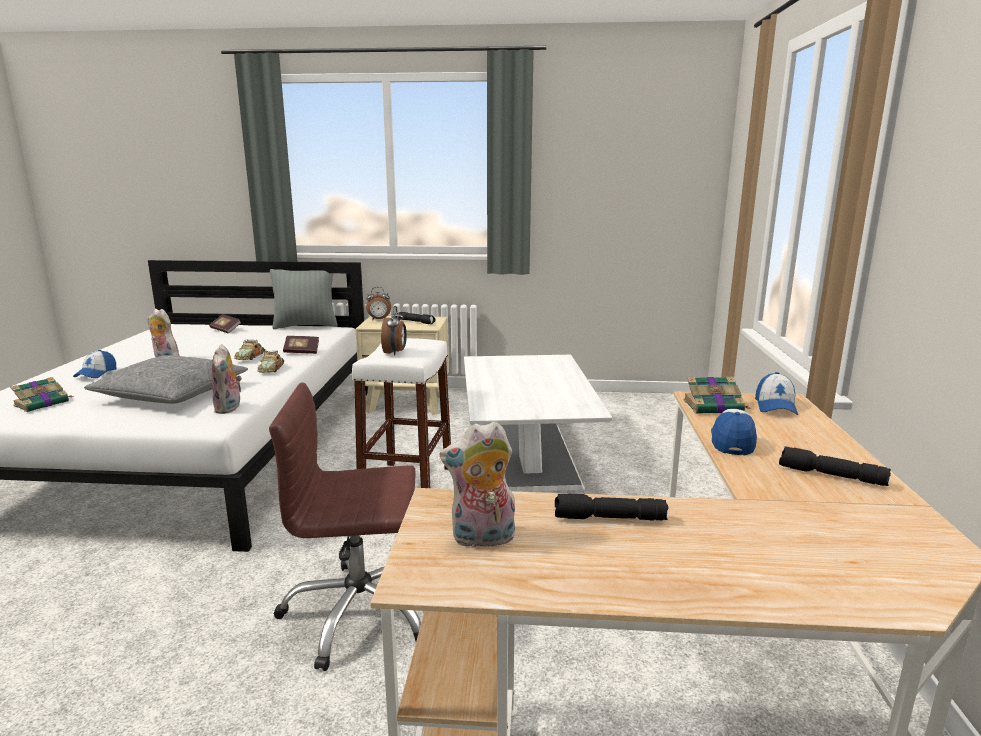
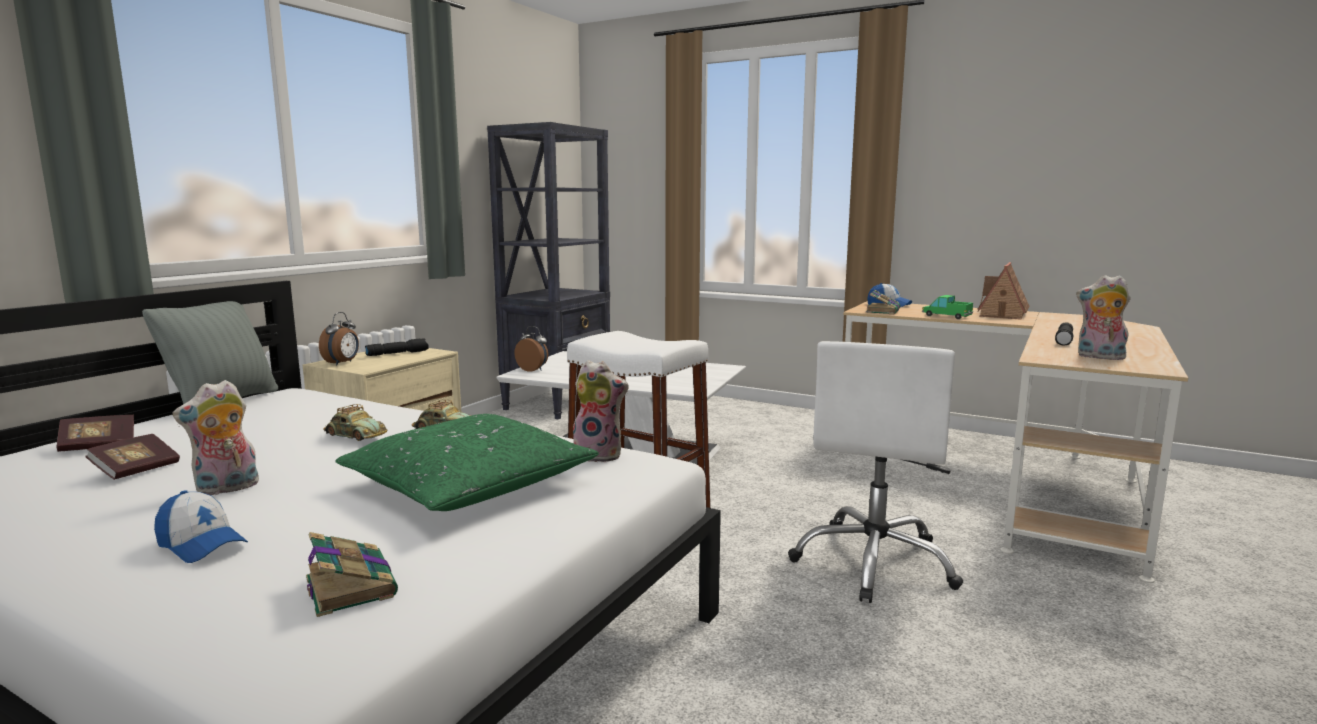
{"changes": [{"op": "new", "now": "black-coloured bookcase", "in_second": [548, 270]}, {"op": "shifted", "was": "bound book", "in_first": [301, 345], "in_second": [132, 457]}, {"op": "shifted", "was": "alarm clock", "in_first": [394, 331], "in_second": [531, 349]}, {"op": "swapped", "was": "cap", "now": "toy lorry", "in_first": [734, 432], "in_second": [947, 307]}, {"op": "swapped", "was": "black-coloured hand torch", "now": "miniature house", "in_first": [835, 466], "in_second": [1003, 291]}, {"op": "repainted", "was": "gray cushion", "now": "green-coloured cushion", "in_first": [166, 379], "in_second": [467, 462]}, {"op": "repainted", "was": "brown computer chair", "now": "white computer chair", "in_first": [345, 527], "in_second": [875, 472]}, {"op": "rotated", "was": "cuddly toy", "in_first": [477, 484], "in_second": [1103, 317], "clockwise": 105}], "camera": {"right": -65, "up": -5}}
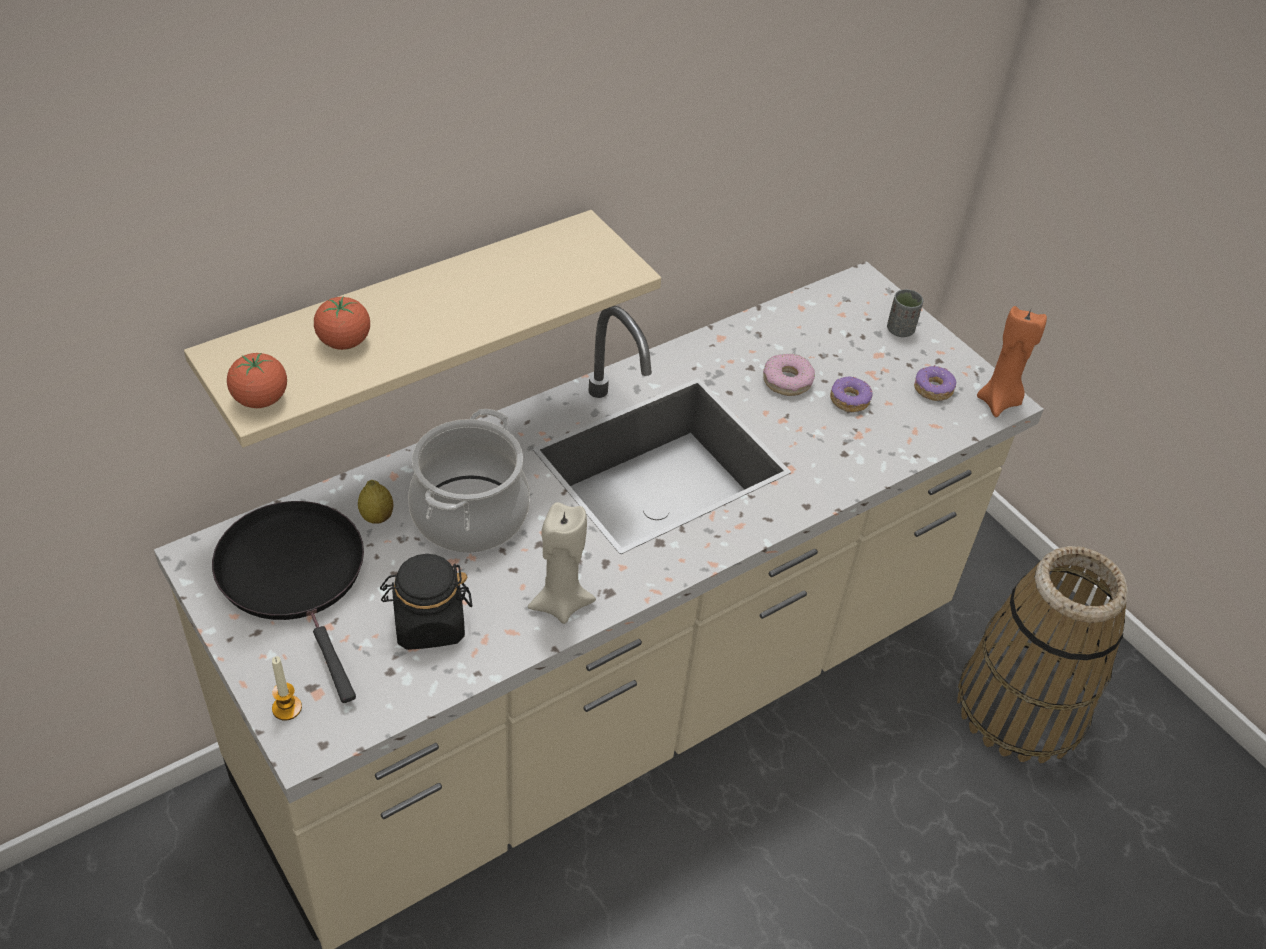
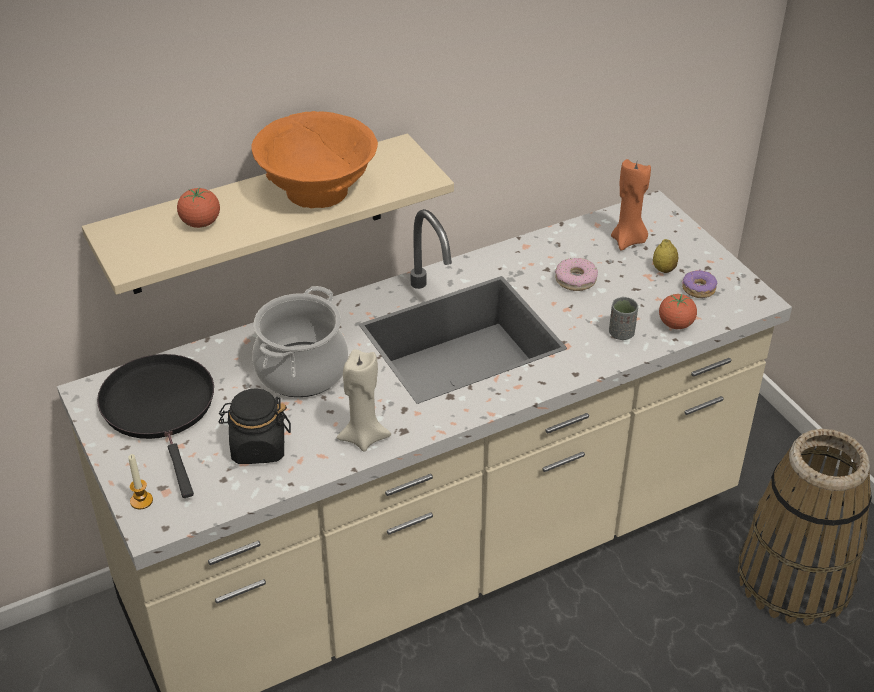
{"changes": [{"op": "gone", "was": "doughnut", "in_first": [851, 394]}, {"op": "new", "now": "orangey bowl", "in_second": [314, 159]}, {"op": "shifted", "was": "whole tomato", "in_first": [257, 380], "in_second": [678, 311]}, {"op": "shifted", "was": "citrus fruit", "in_first": [375, 502], "in_second": [665, 256]}, {"op": "shifted", "was": "gray small cup", "in_first": [905, 313], "in_second": [623, 318]}, {"op": "shifted", "was": "orangey wax light", "in_first": [1012, 361], "in_second": [631, 205]}], "camera": {"right": 10, "up": -5}}
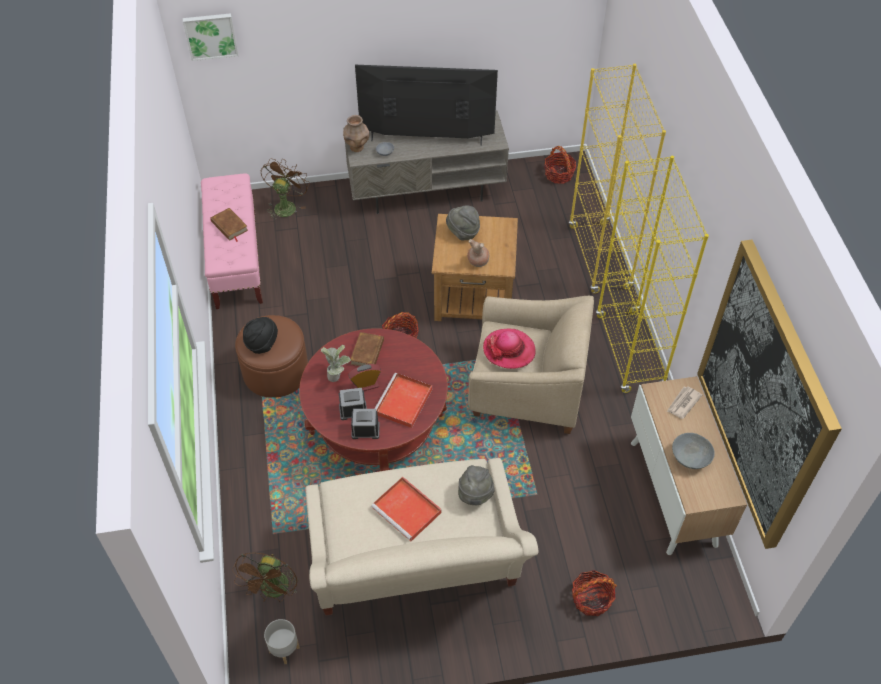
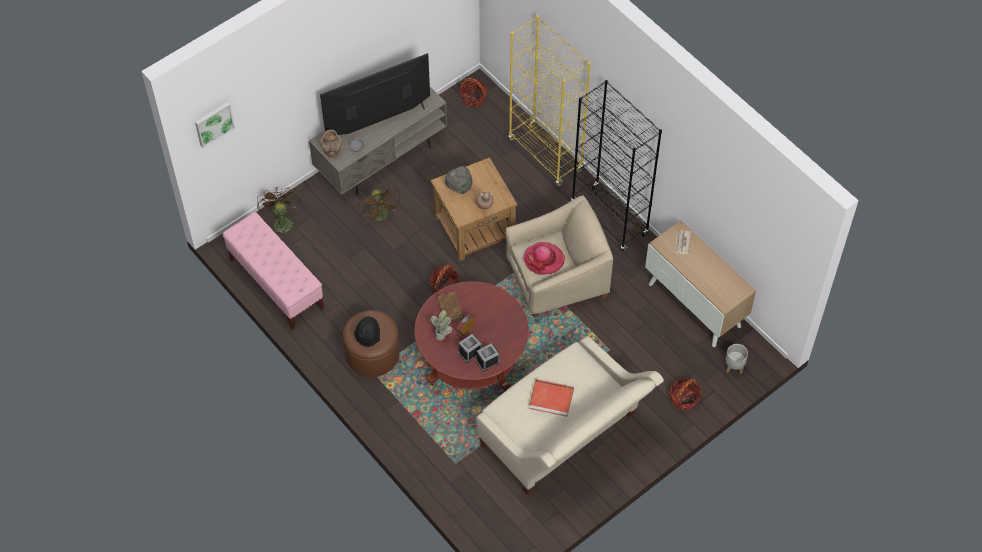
{"changes": [{"op": "gone", "was": "brown bound book", "in_first": [229, 225]}, {"op": "gone", "was": "red serving tray", "in_first": [403, 400]}, {"op": "gone", "was": "gray clothing hat", "in_first": [476, 485]}, {"op": "gone", "was": "gray bowl", "in_first": [693, 451]}, {"op": "gone", "was": "wall picture", "in_first": [769, 394]}, {"op": "shifted", "was": "brown cooling fan", "in_first": [265, 577], "in_second": [379, 204]}, {"op": "shifted", "was": "gray plant pot", "in_first": [282, 641], "in_second": [736, 359]}, {"op": "repainted", "was": "yellow-coloured bookcase", "now": "black-coloured bookcase", "in_first": [652, 274], "in_second": [616, 165]}], "camera": {"right": -30, "up": 5}}
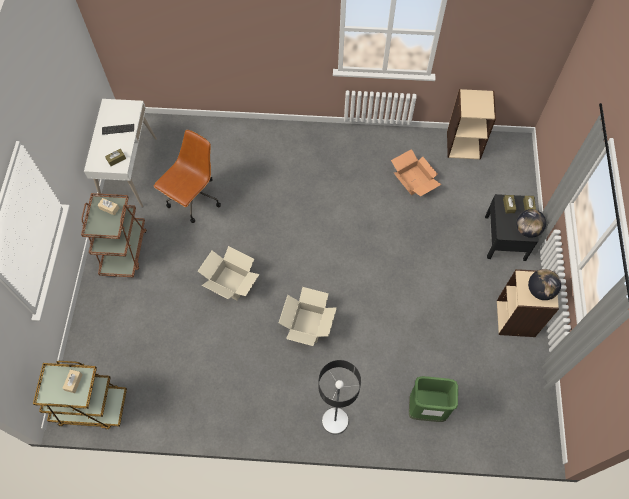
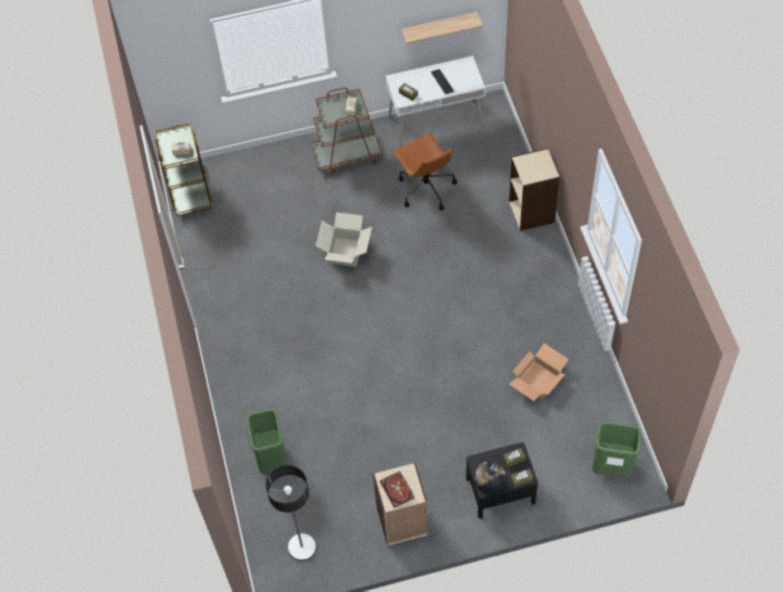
{"changes": [{"op": "gone", "was": "carton", "in_first": [308, 316]}, {"op": "new", "now": "wall shelf", "in_second": [442, 28]}, {"op": "new", "now": "green-coloured rubbish bin", "in_second": [617, 450]}, {"op": "shifted", "was": "floor lamp", "in_first": [339, 397], "in_second": [291, 513]}, {"op": "shifted", "was": "beige bookcase", "in_first": [471, 124], "in_second": [534, 189]}, {"op": "swapped", "was": "globe", "now": "bound book", "in_first": [544, 284], "in_second": [397, 489]}, {"op": "rotated", "was": "brown computer chair", "in_first": [187, 176], "in_second": [424, 171], "clockwise": 45}], "camera": {"right": 75, "up": -5}}
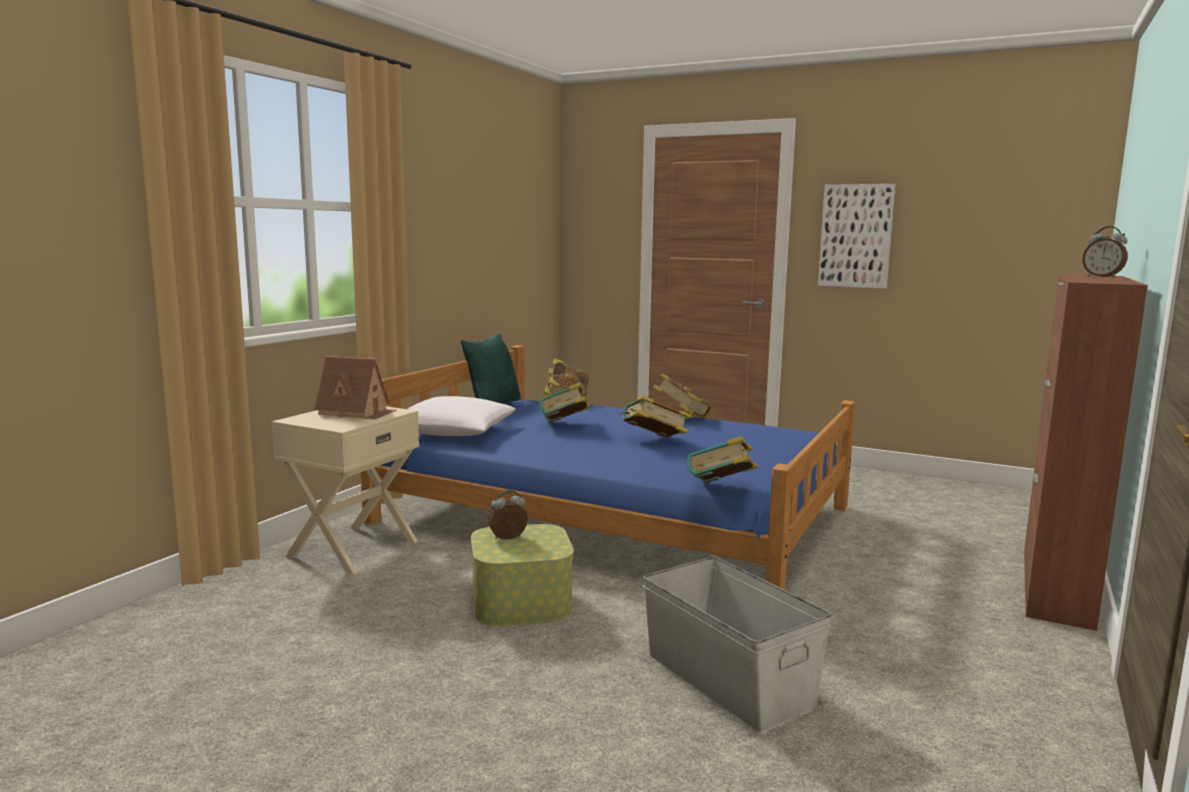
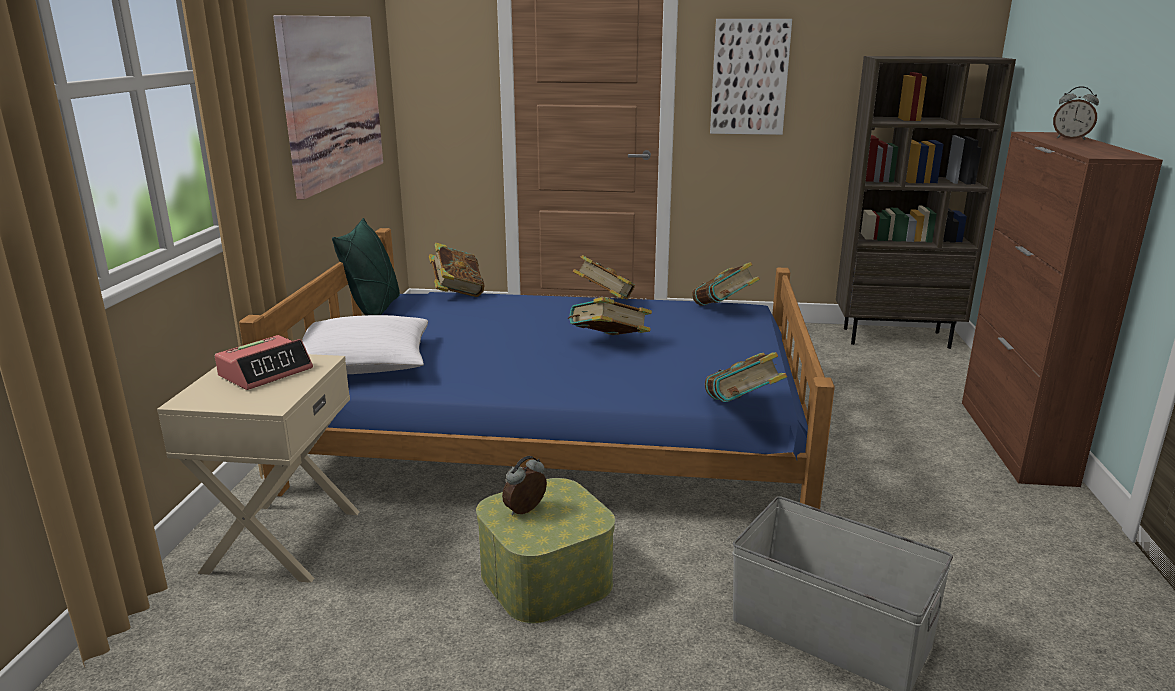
{"changes": [{"op": "new", "now": "wall picture", "in_second": [328, 107]}, {"op": "new", "now": "brown bookcase", "in_second": [926, 202]}, {"op": "shifted", "was": "bound book", "in_first": [564, 402], "in_second": [726, 284]}, {"op": "swapped", "was": "miniature house", "now": "alarm clock", "in_first": [355, 387], "in_second": [264, 362]}], "camera": {"right": -20, "up": 10}}
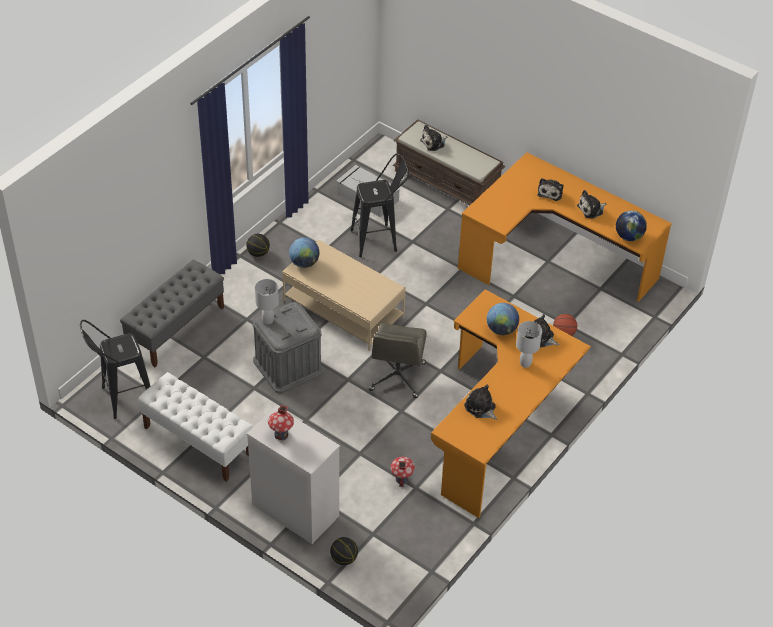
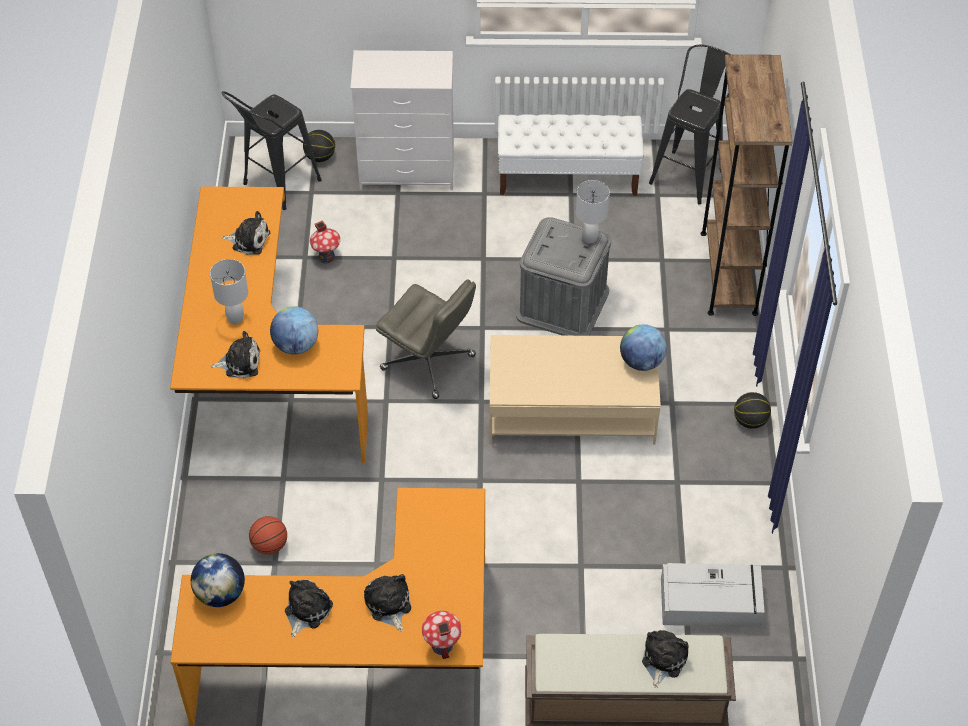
{"changes": [{"op": "shifted", "was": "miniature house", "in_first": [281, 423], "in_second": [442, 635]}, {"op": "shifted", "was": "black-coloured sitting stool", "in_first": [380, 205], "in_second": [271, 150]}, {"op": "swapped", "was": "gray bench", "now": "brown bookcase", "in_first": [172, 313], "in_second": [747, 185]}, {"op": "rotated", "was": "gray computer chair", "in_first": [398, 360], "in_second": [426, 339], "clockwise": 150}], "camera": {"right": 145, "up": 5}}
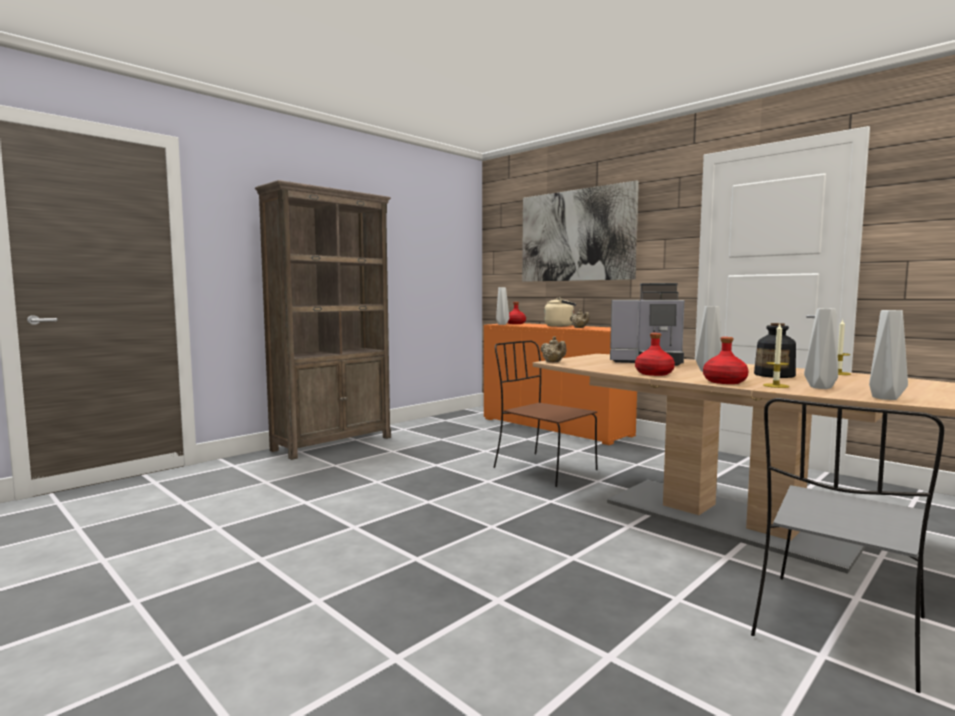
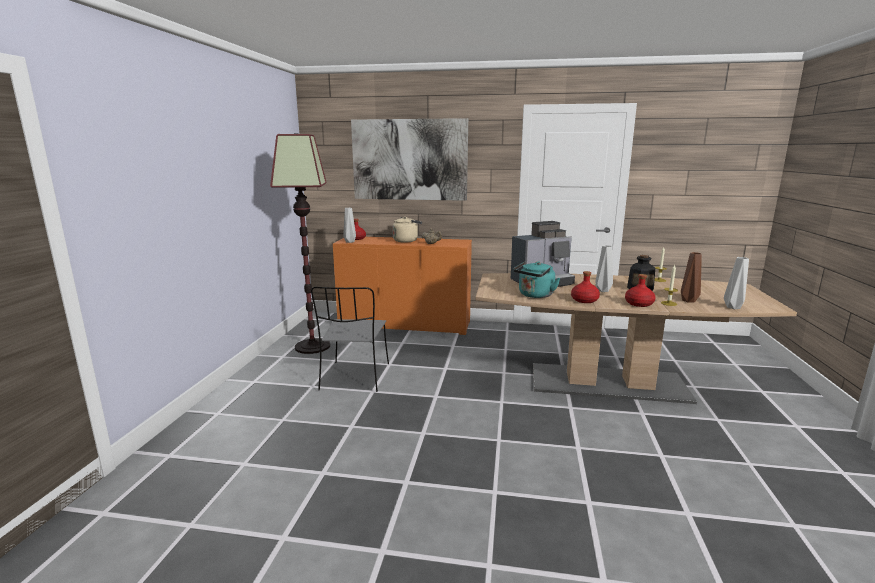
{"changes": [{"op": "gone", "was": "brown bookcase", "in_first": [323, 320]}, {"op": "gone", "was": "brown upright chair", "in_first": [545, 414]}, {"op": "gone", "was": "beige teapot", "in_first": [553, 349]}, {"op": "new", "now": "floor lamp", "in_second": [300, 243]}, {"op": "new", "now": "turquoise water kettle", "in_second": [536, 279]}, {"op": "shifted", "was": "gray upright chair", "in_first": [847, 545], "in_second": [350, 339]}, {"op": "repainted", "was": "gray decorative vase", "now": "brown decorative vase", "in_first": [821, 348], "in_second": [691, 277]}], "camera": {"right": -35, "up": 10}}
